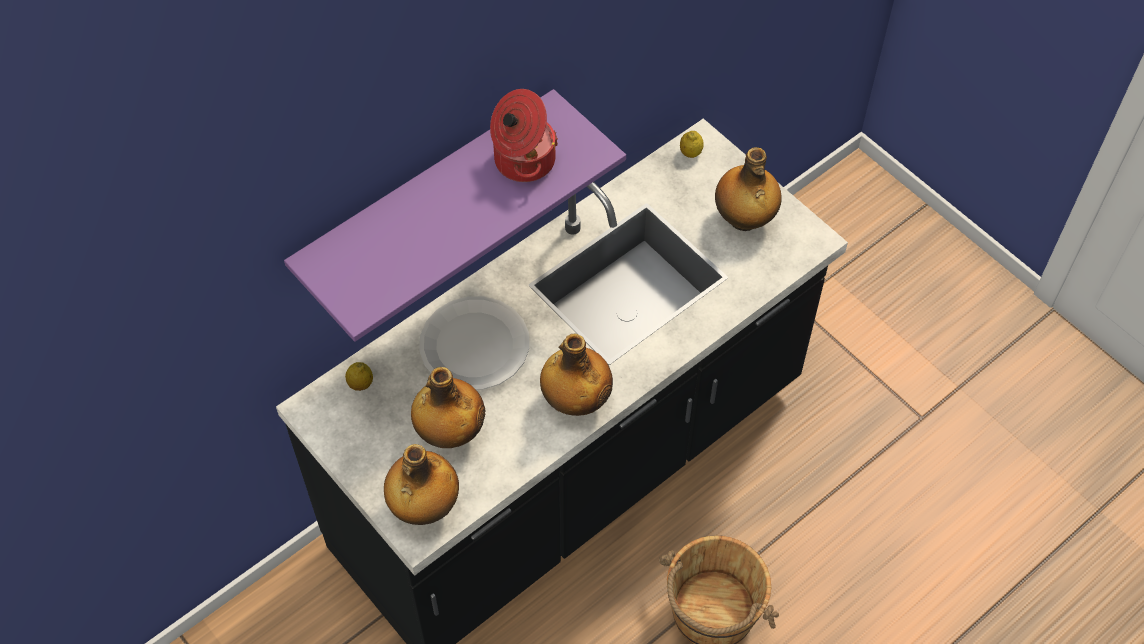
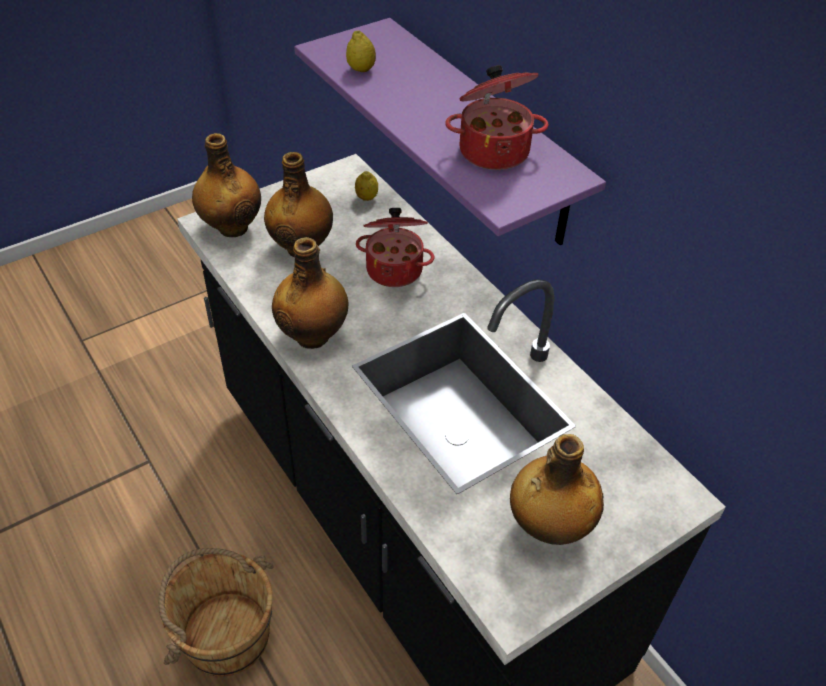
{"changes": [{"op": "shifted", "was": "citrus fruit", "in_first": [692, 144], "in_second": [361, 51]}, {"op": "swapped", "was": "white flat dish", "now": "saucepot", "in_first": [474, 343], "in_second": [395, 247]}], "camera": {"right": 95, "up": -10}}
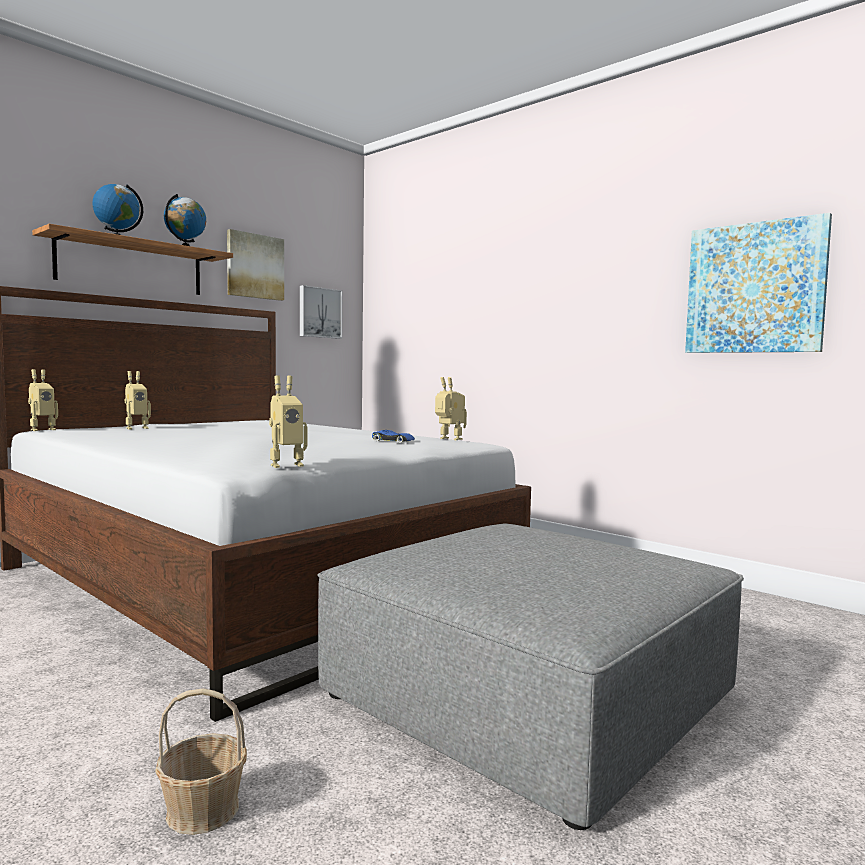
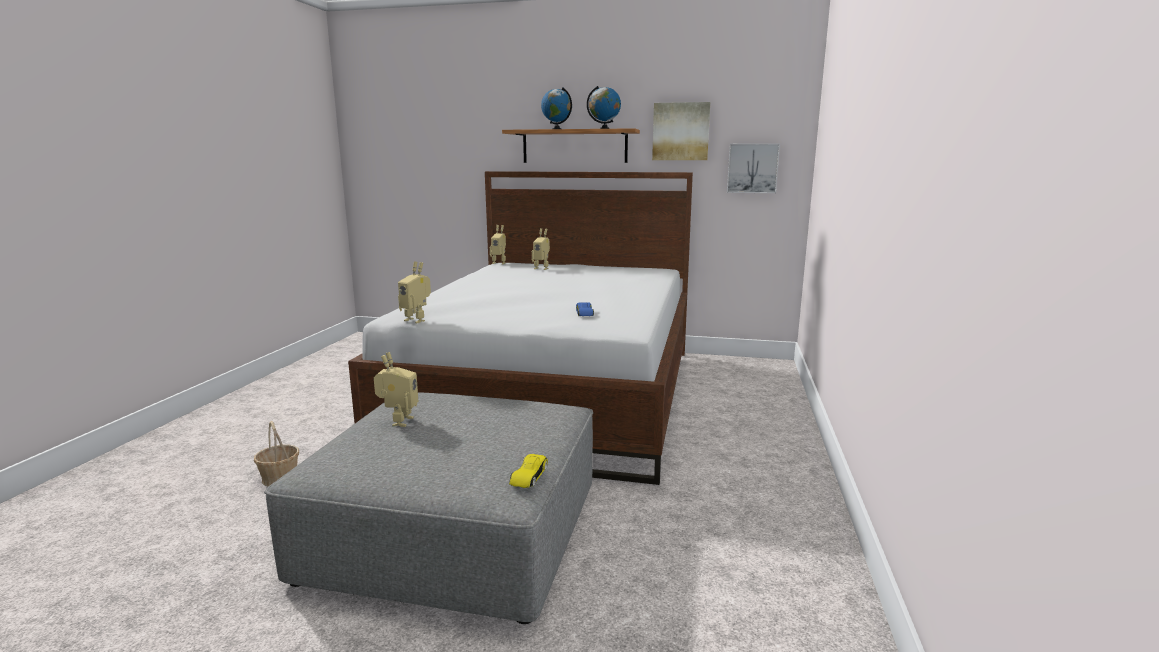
{"changes": [{"op": "gone", "was": "wall picture", "in_first": [758, 283]}, {"op": "new", "now": "yellow-coloured toy car", "in_second": [528, 471]}, {"op": "shifted", "was": "robot figure", "in_first": [451, 408], "in_second": [396, 389]}], "camera": {"right": 60, "up": 10}}
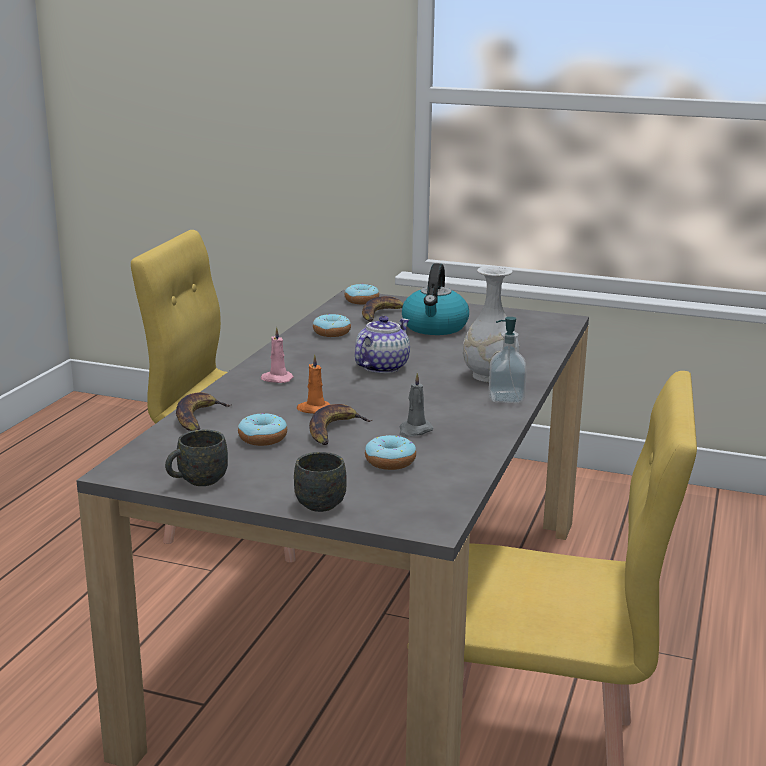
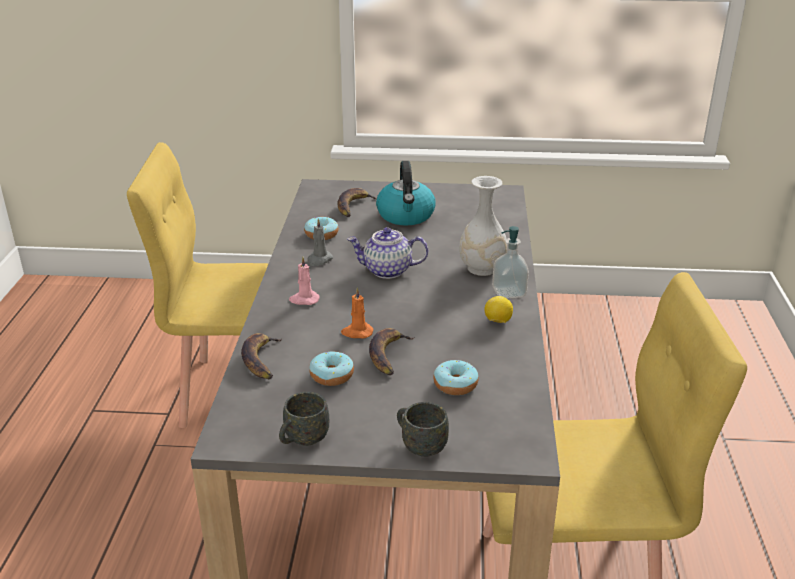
{"changes": [{"op": "gone", "was": "doughnut", "in_first": [362, 294]}, {"op": "new", "now": "citrus fruit", "in_second": [499, 309]}, {"op": "shifted", "was": "gray wax light", "in_first": [416, 405], "in_second": [320, 242]}, {"op": "rotated", "was": "teapot", "in_first": [382, 345], "in_second": [387, 253], "clockwise": -105}], "camera": {"right": -15, "up": 10}}
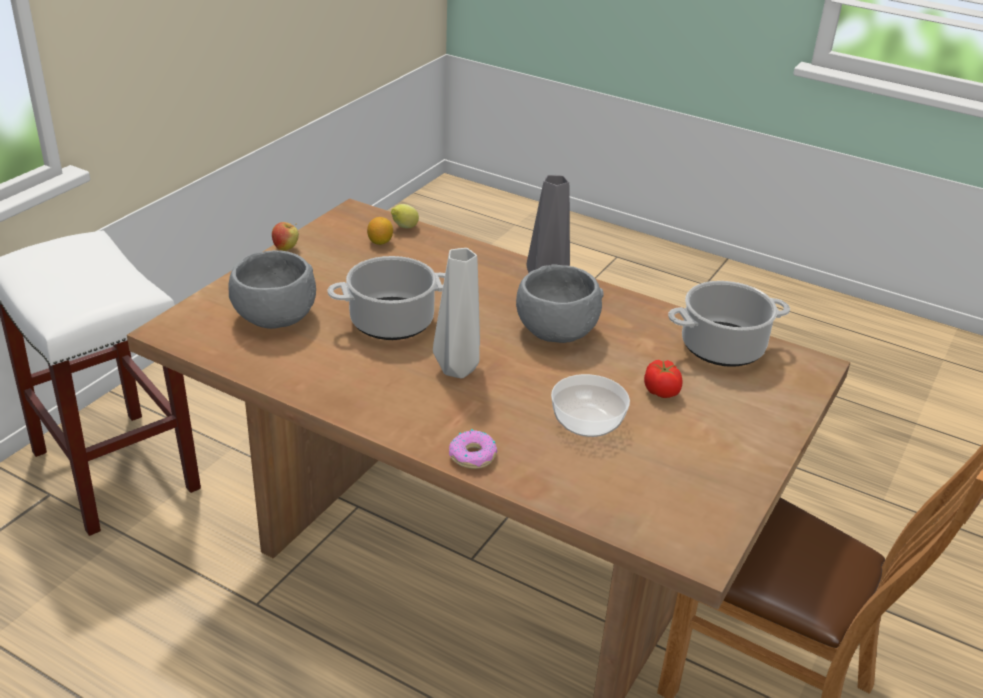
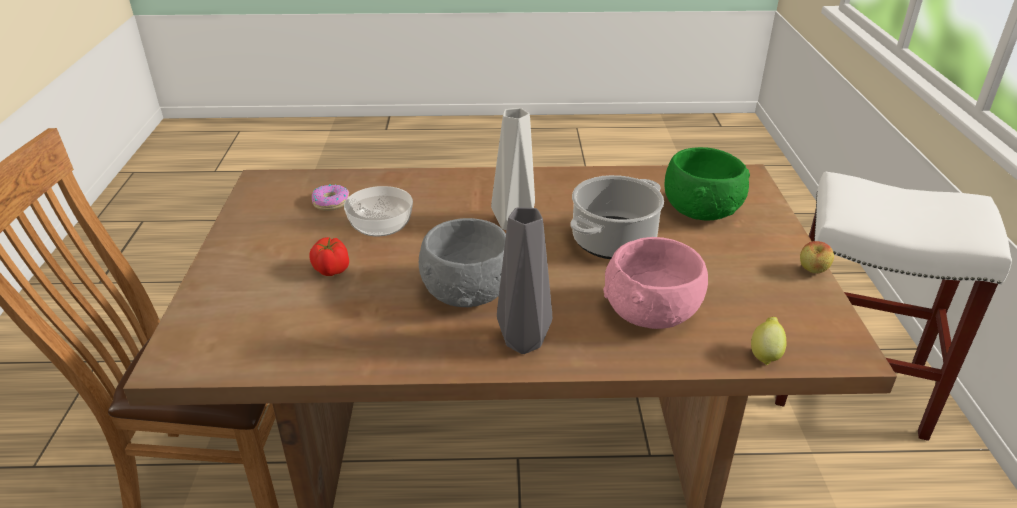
{"changes": [{"op": "gone", "was": "citrus fruit", "in_first": [380, 231]}, {"op": "gone", "was": "saucepot", "in_first": [729, 324]}, {"op": "new", "now": "pink-coloured bowl", "in_second": [655, 283]}, {"op": "shifted", "was": "doughnut", "in_first": [473, 449], "in_second": [330, 197]}, {"op": "repainted", "was": "gray bowl", "now": "green-coloured bowl", "in_first": [272, 289], "in_second": [707, 184]}], "camera": {"right": 150, "up": 0}}
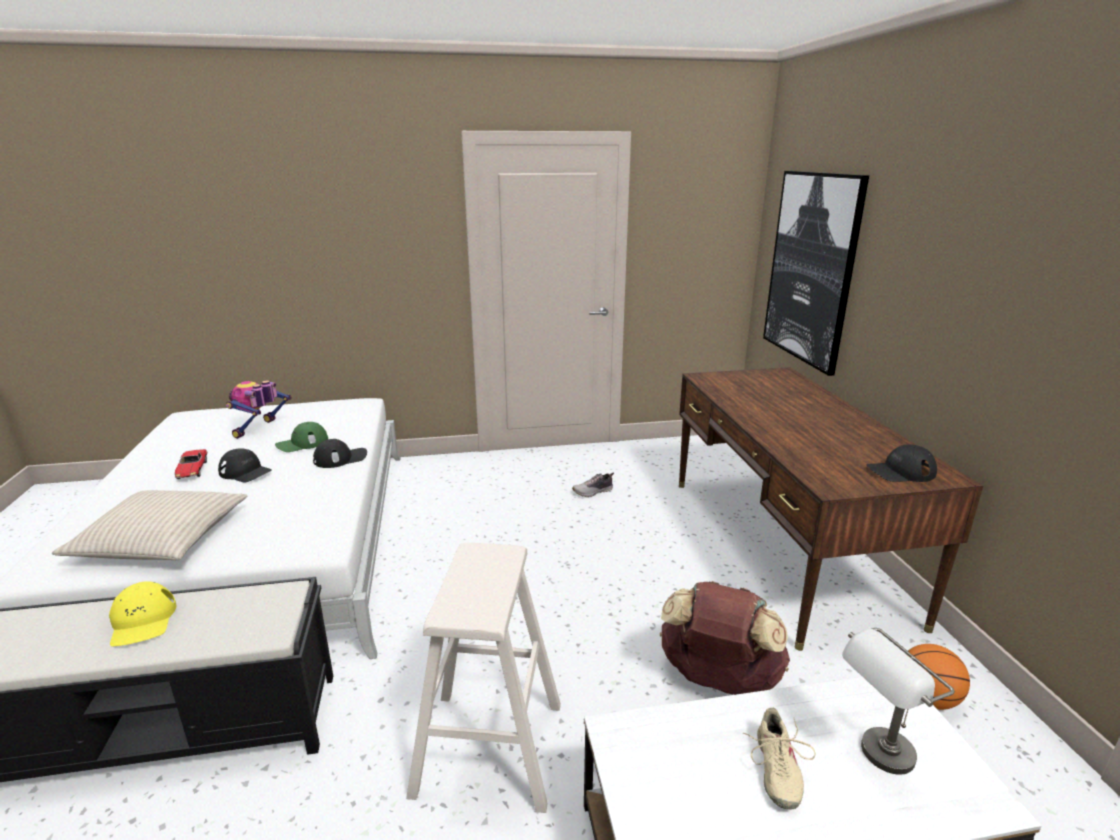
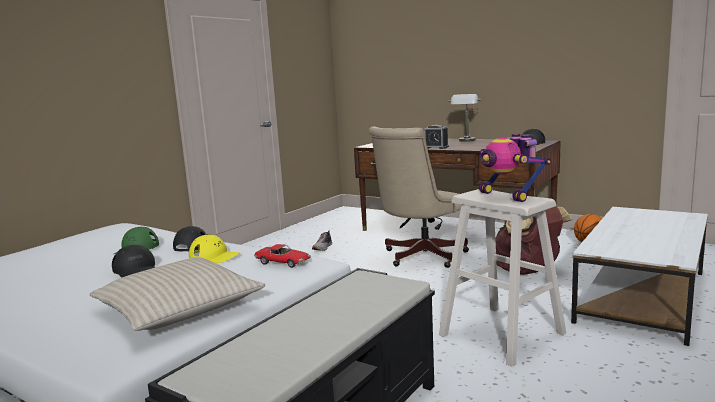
{"changes": [{"op": "gone", "was": "beige item of footwear", "in_first": [779, 759]}, {"op": "gone", "was": "wall picture", "in_first": [816, 273]}, {"op": "new", "now": "beige computer chair", "in_second": [419, 197]}, {"op": "new", "now": "alarm clock", "in_second": [436, 137]}, {"op": "shifted", "was": "yellow-coloured cap", "in_first": [142, 613], "in_second": [214, 249]}, {"op": "shifted", "was": "toy car", "in_first": [190, 464], "in_second": [282, 256]}, {"op": "shifted", "was": "robot figure", "in_first": [258, 410], "in_second": [515, 168]}, {"op": "shifted", "was": "gray lamp for a table", "in_first": [898, 701], "in_second": [465, 118]}, {"op": "rotated", "was": "black-coloured cap", "in_first": [245, 465], "in_second": [133, 261], "clockwise": 75}], "camera": {"right": -45, "up": -10}}
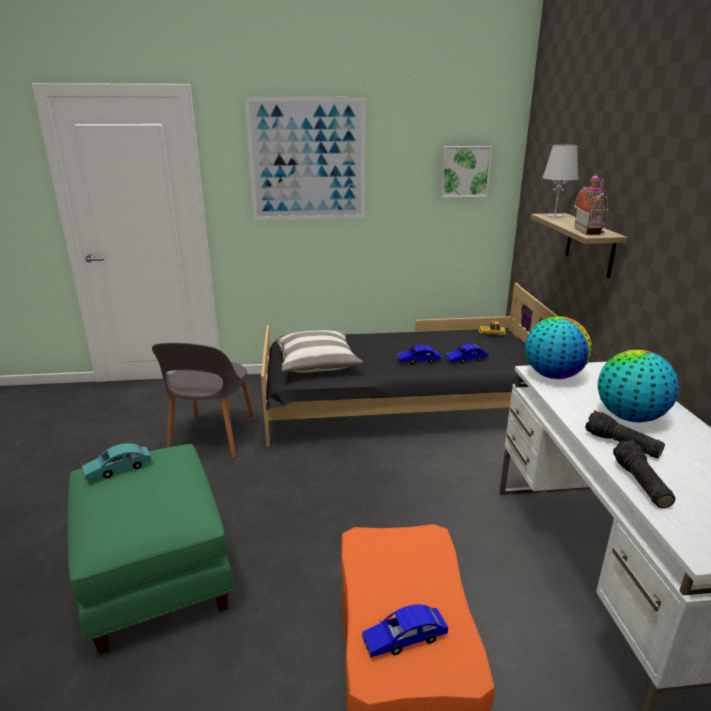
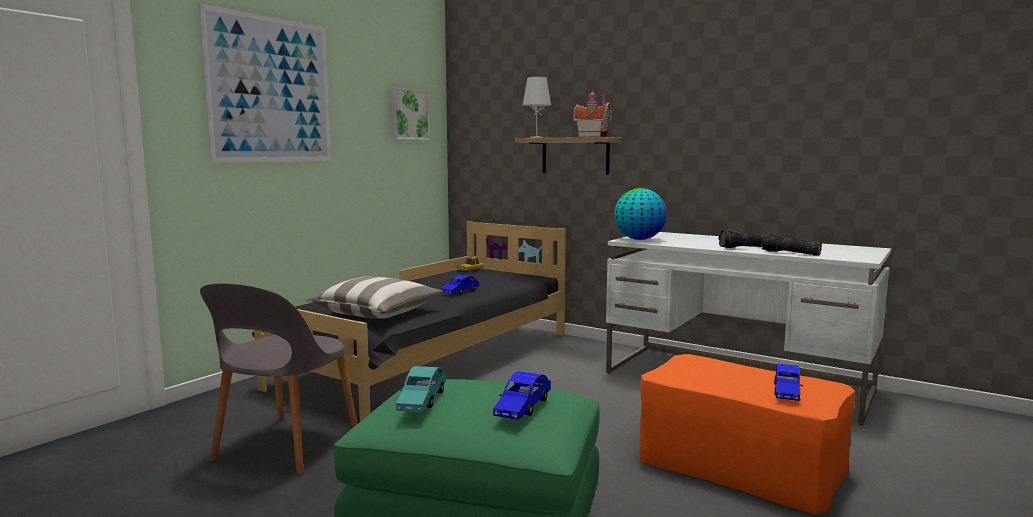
{"changes": [{"op": "gone", "was": "globe", "in_first": [638, 386]}, {"op": "shifted", "was": "blue-coloured toy car", "in_first": [466, 354], "in_second": [522, 395]}, {"op": "rotated", "was": "gray upright chair", "in_first": [203, 401], "in_second": [279, 378], "clockwise": 60}], "camera": {"right": -50, "up": -15}}
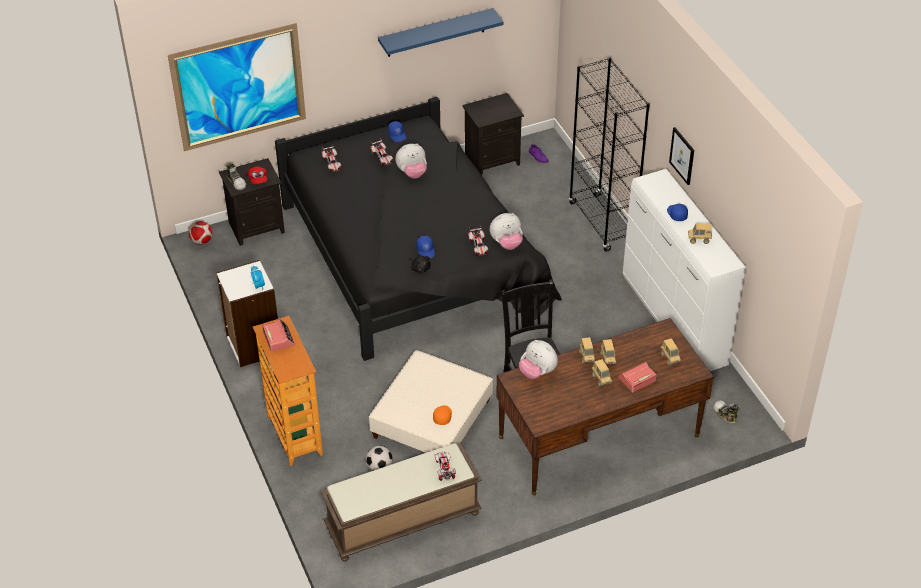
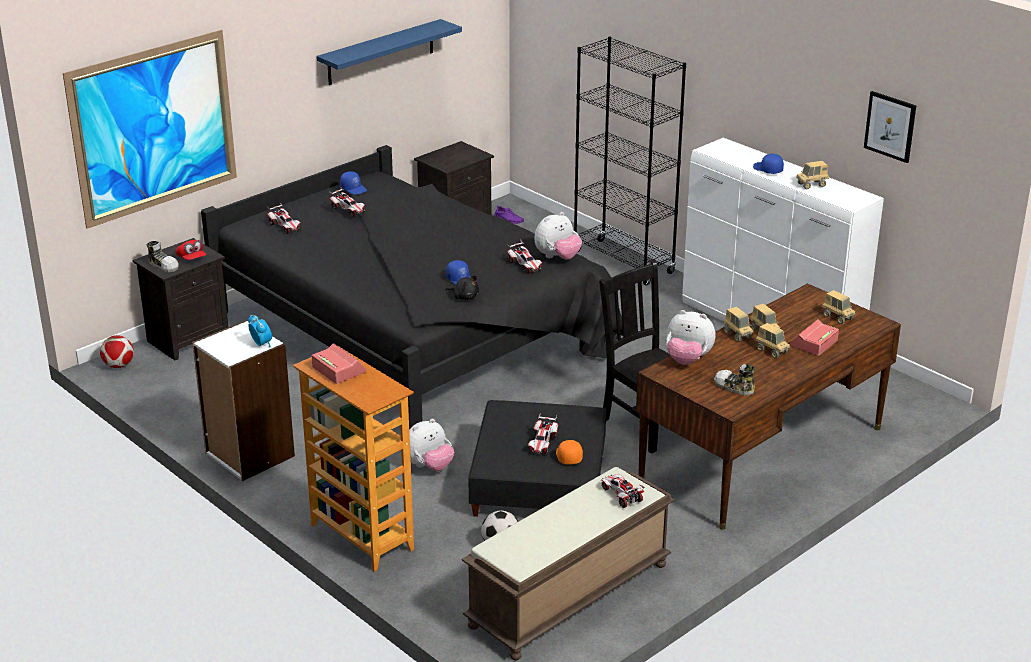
{"changes": [{"op": "new", "now": "toy car", "in_second": [543, 434]}, {"op": "shifted", "was": "cuddly toy", "in_first": [411, 161], "in_second": [431, 445]}, {"op": "shifted", "was": "wall picture", "in_first": [681, 156], "in_second": [890, 127]}, {"op": "shifted", "was": "item of footwear", "in_first": [725, 412], "in_second": [734, 379]}, {"op": "repainted", "was": "beige pouffe", "now": "black-coloured pouffe", "in_first": [431, 401], "in_second": [537, 458]}], "camera": {"right": -20, "up": -15}}
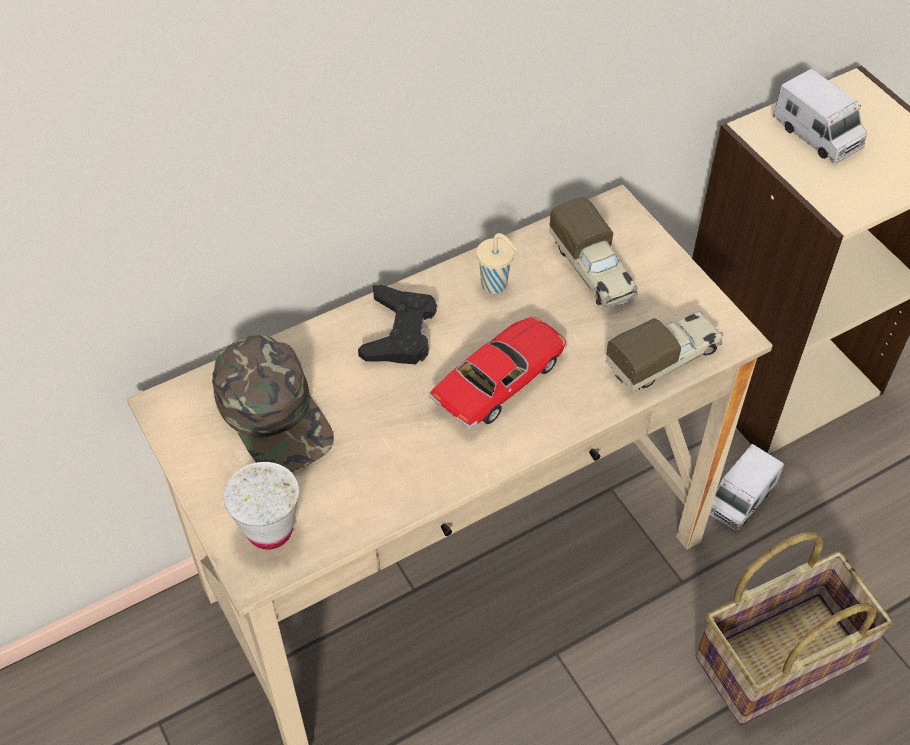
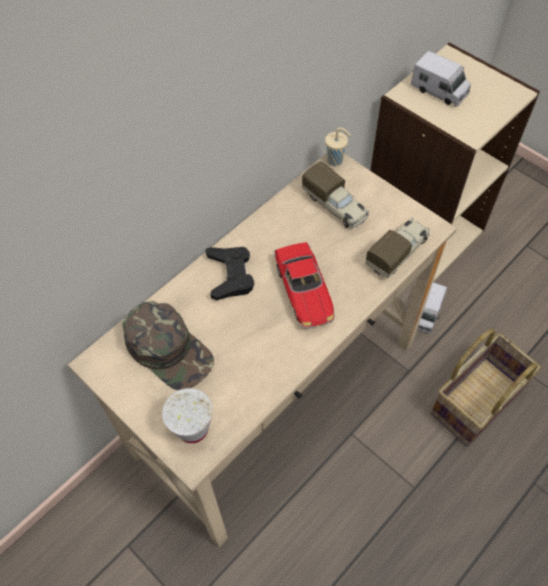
{"changes": [{"op": "shifted", "was": "beige small cup", "in_first": [496, 263], "in_second": [338, 146]}, {"op": "rotated", "was": "toy car", "in_first": [498, 373], "in_second": [304, 285], "clockwise": 135}], "camera": {"right": -15, "up": 5}}
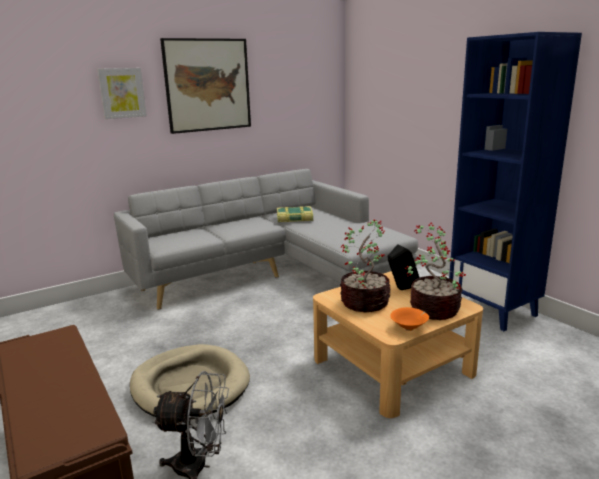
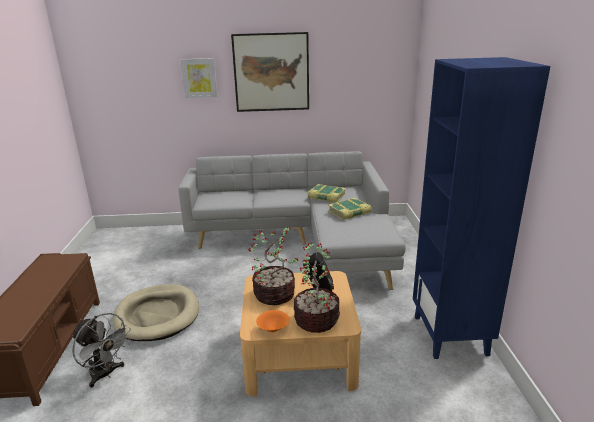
{"changes": [{"op": "new", "now": "bound book", "in_second": [350, 209]}], "camera": {"right": 30, "up": 5}}
